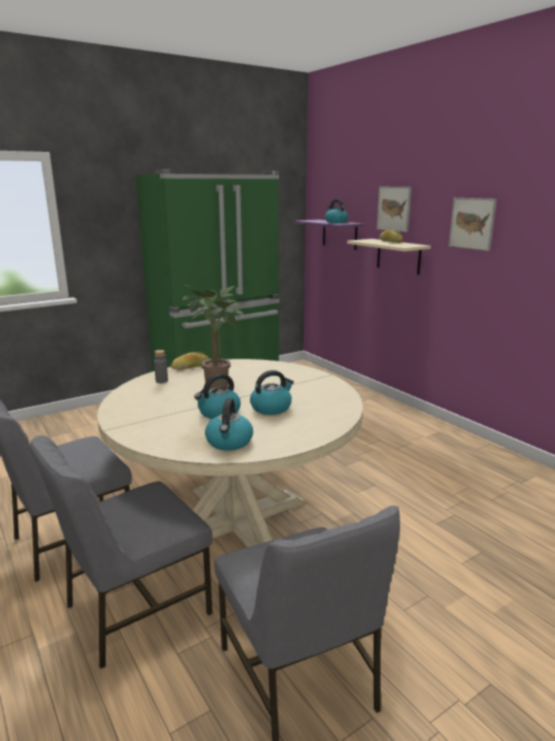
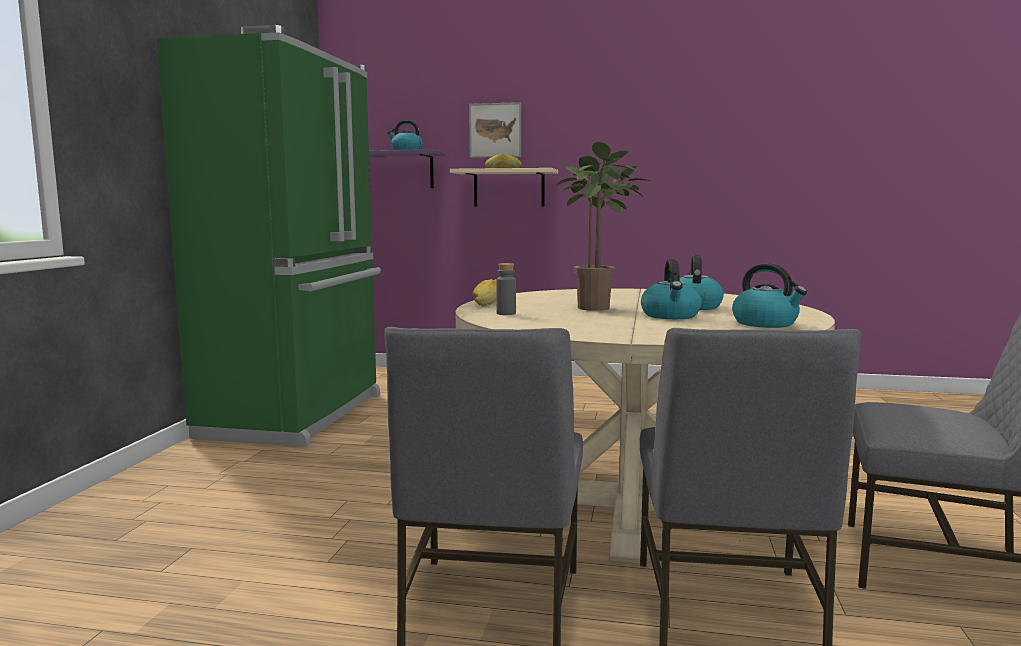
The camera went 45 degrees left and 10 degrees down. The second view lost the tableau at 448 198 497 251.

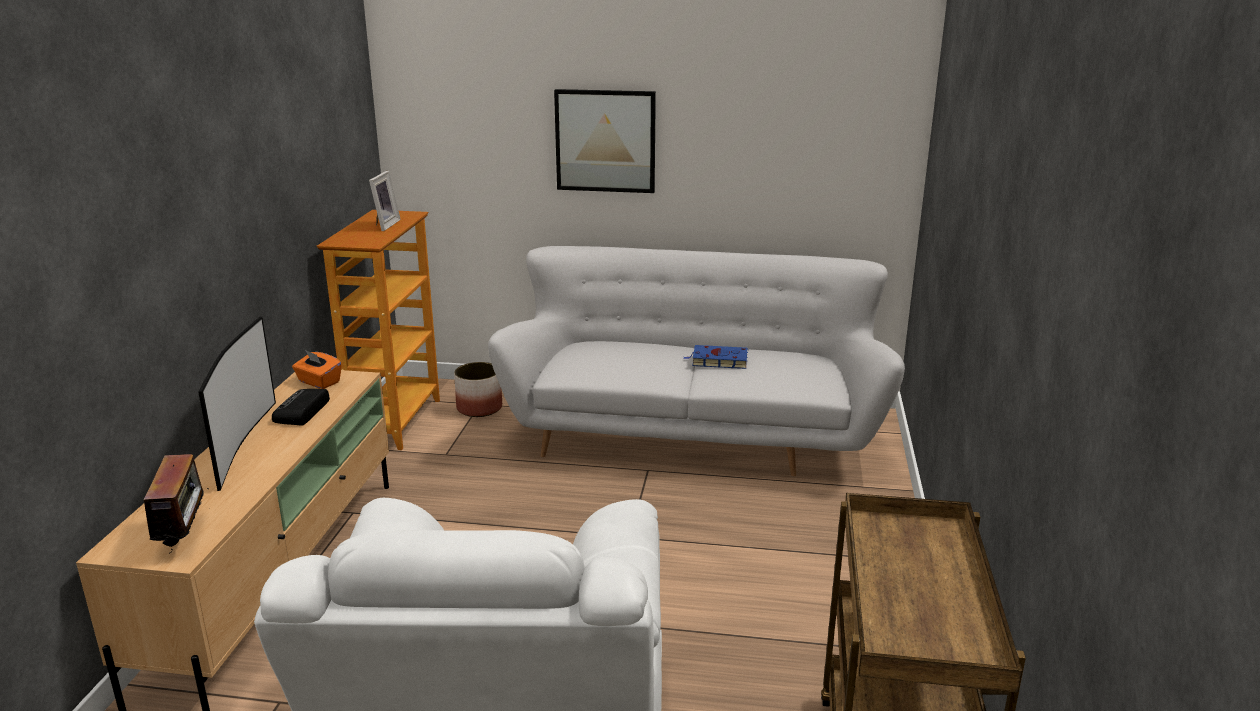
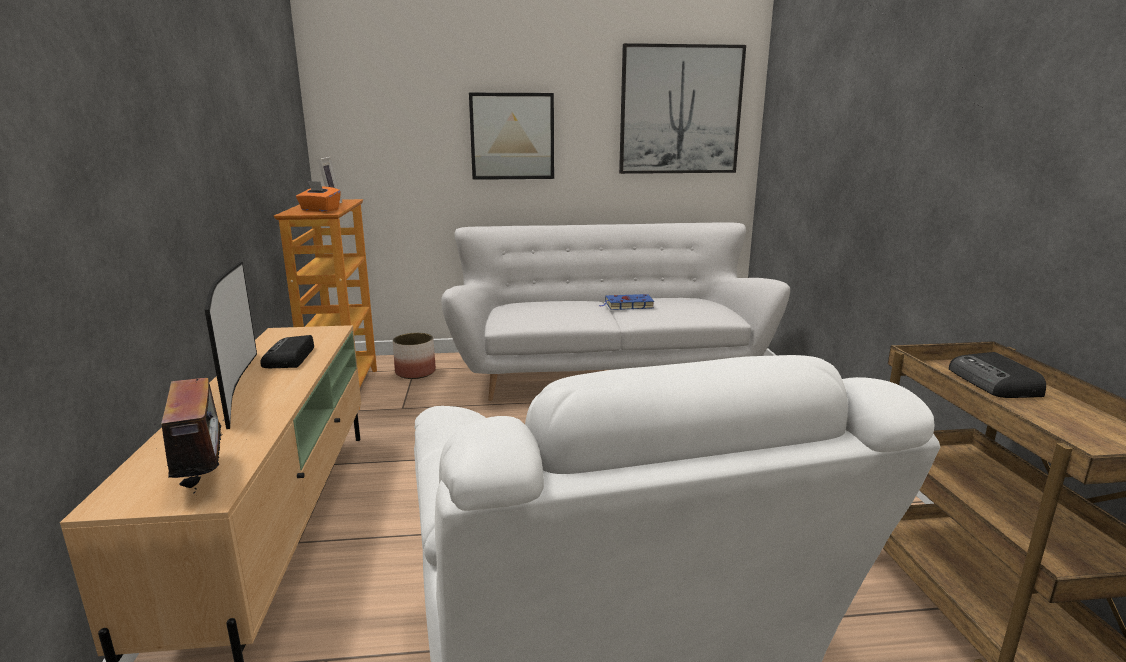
The camera went 15 degrees left and 5 degrees down. The second view gained the tableau at 619 43 746 174. The second view gained the radio at 949 352 1046 398. The boîte à mouchoirs [orange] ended up elsewhere, having gone from 292 350 342 389 to 296 181 341 212.

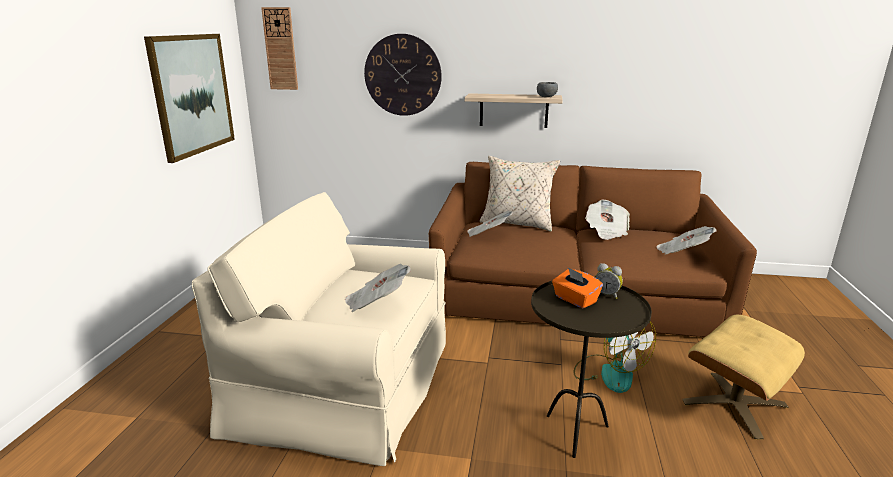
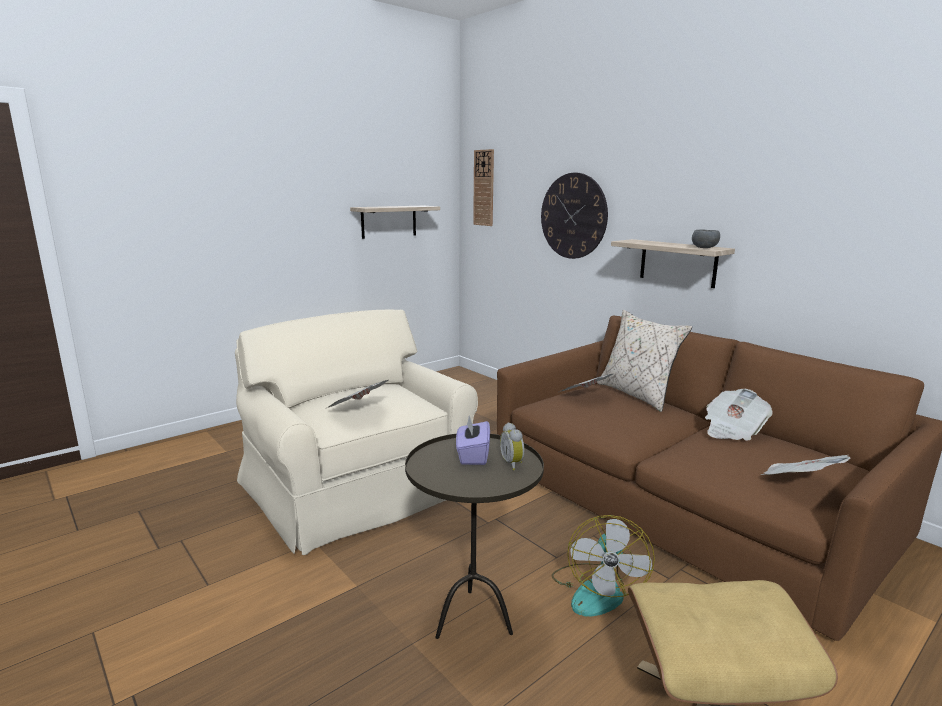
The camera went 40 degrees right and 5 degrees down. Where the tableau hung at 144 34 235 163, the étagère came to hang at 350 206 440 239. What was the boîte à mouchoirs [orange] at 552 267 603 308 turned into the boîte à mouchoirs [violet] at 456 415 490 465.

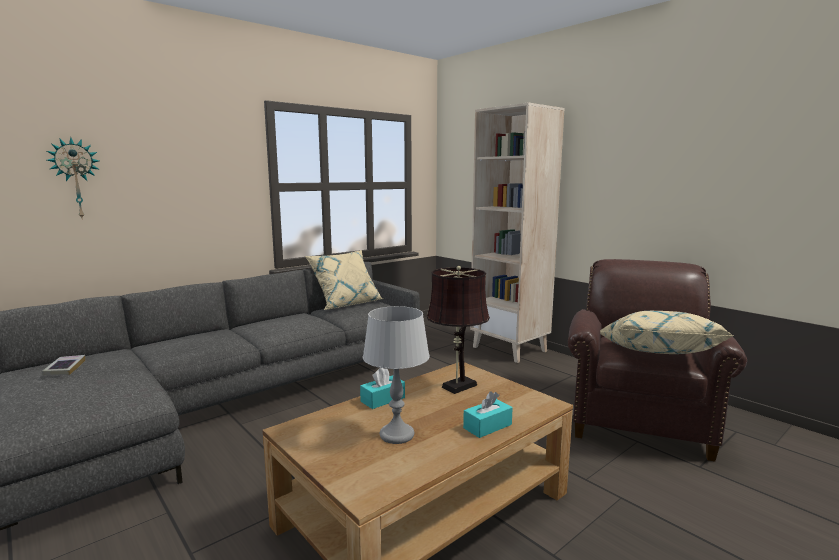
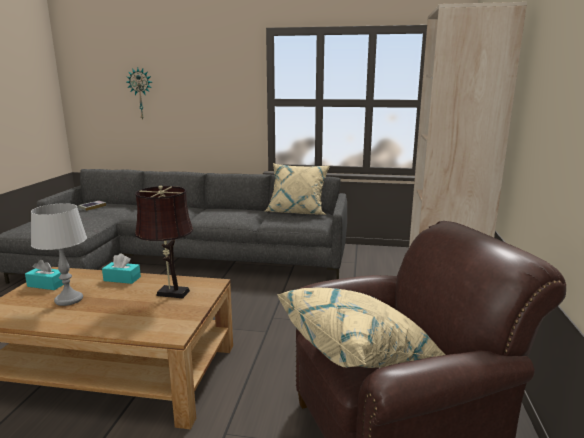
The camera went 50 degrees right and 5 degrees up. The boîte à mouchoirs [turquoise] ended up elsewhere, having gone from 463 391 513 438 to 25 260 64 290.

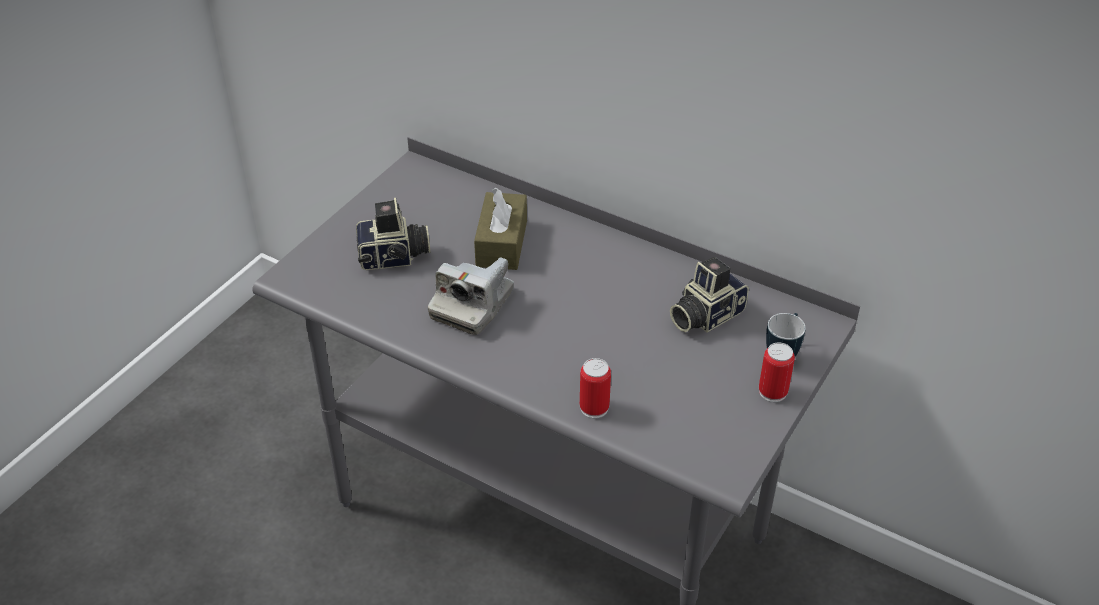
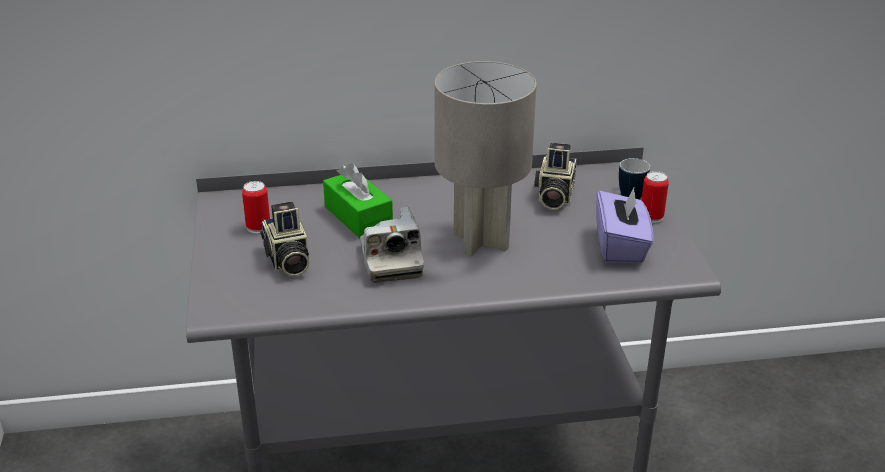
The camera went 40 degrees left and 10 degrees down. The second view gained the lampe de table [gris] at 434 61 537 257. The second view gained the boîte à mouchoirs [violet] at 596 186 653 263. The boîte métallique ended up elsewhere, having gone from 580 358 611 418 to 242 181 270 234. What was the boîte à mouchoirs [marron] at 474 188 527 270 turned into the boîte à mouchoirs [vert] at 323 163 393 238. The appareil photo at 356 198 430 270 ended up facing another way, 120 degrees clockwise from before.

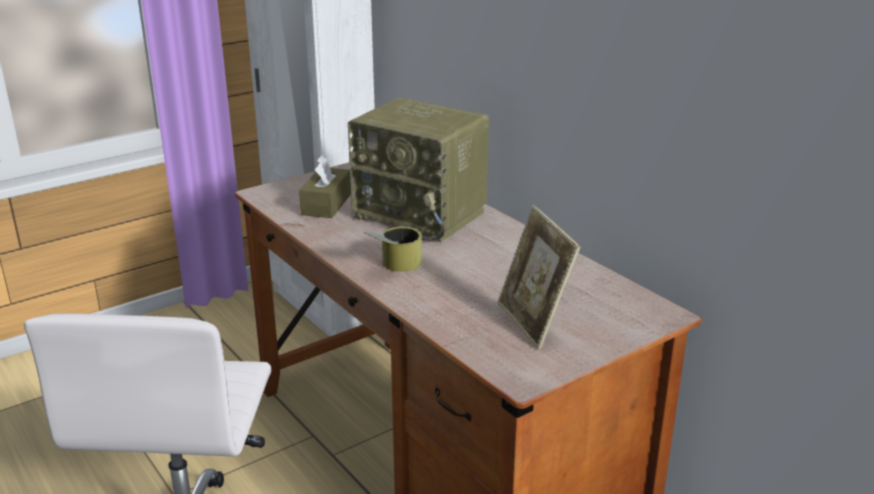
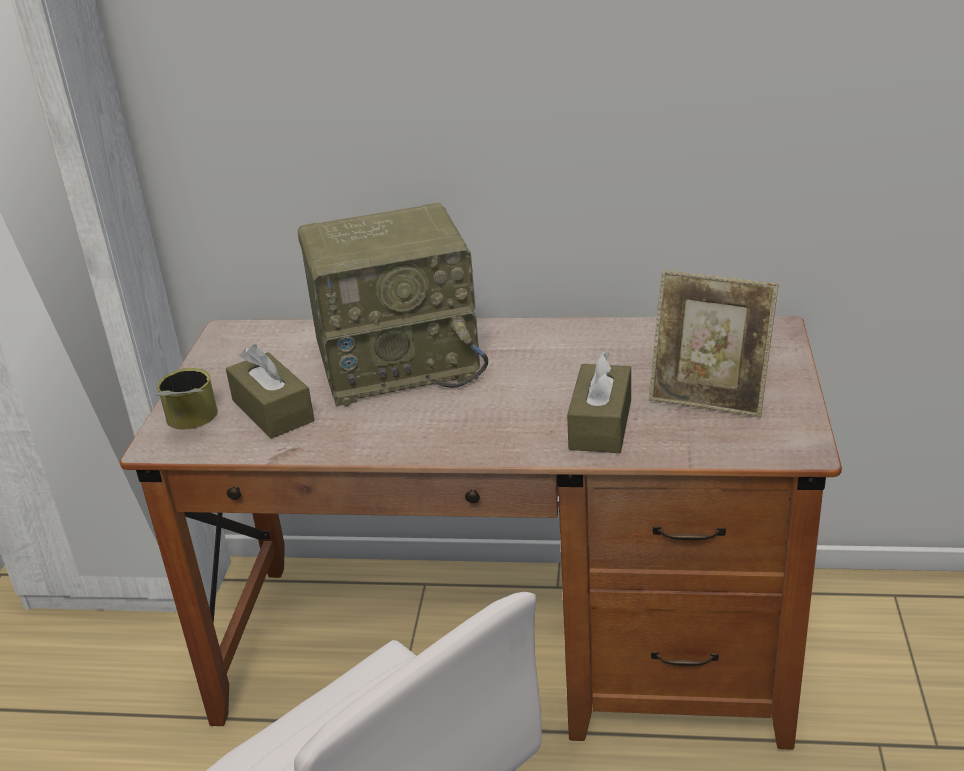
The camera went 45 degrees left and 5 degrees up. The second view gained the boîte à mouchoirs [marron] at 567 351 631 453. The boîte métallique ended up elsewhere, having gone from 364 227 422 272 to 154 368 218 429.

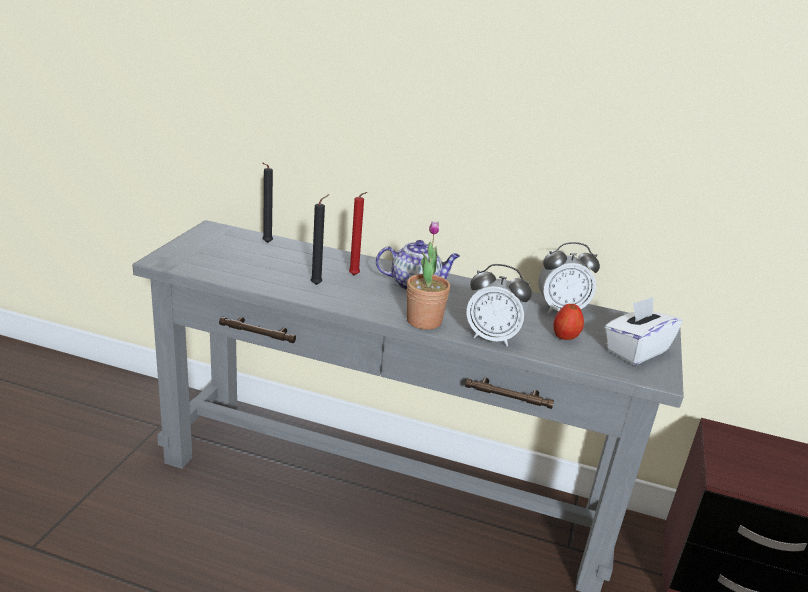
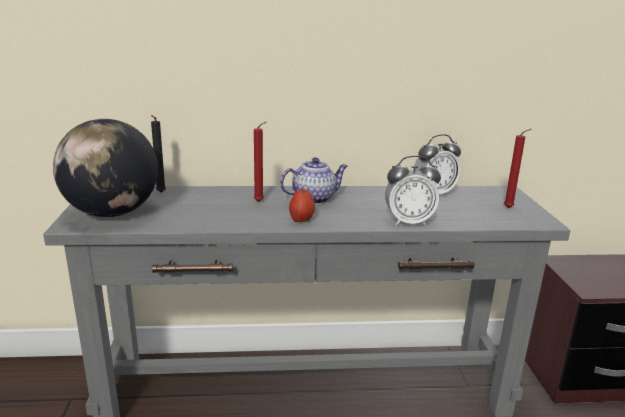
The camera went 20 degrees left and 5 degrees down. The second view lost the bougie [noir] at 311 194 329 285. The second view lost the plante en pot at 407 221 450 330. The second view gained the globe at 53 119 158 217. The pomme ended up elsewhere, having gone from 554 304 584 340 to 289 189 315 222. Where the boîte à mouchoirs [blanc] stood at 604 297 682 365, the bougie [rouge] came to stand at 504 129 532 208.

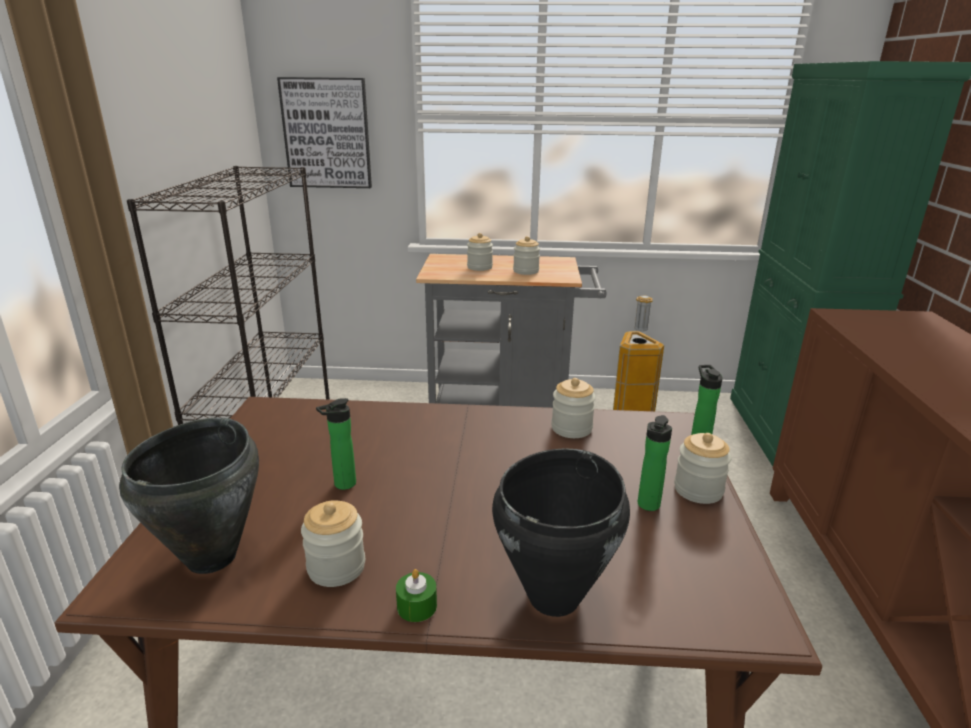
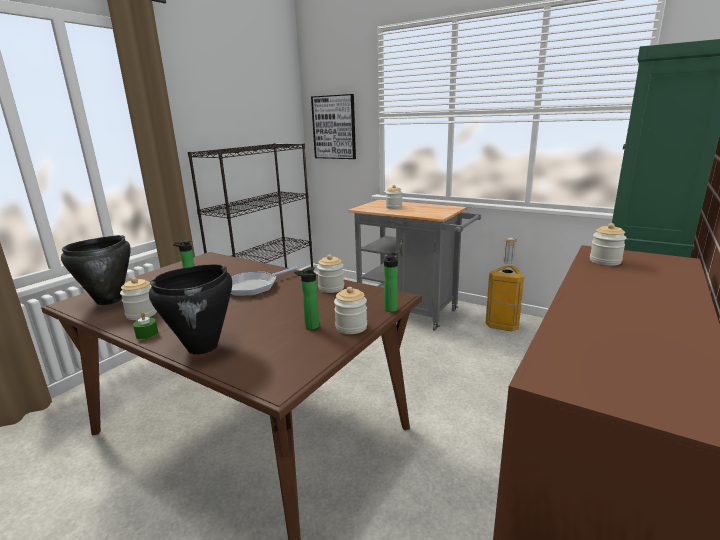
The camera went 30 degrees right and 5 degrees down. The second view gained the poêle at 231 267 298 296. The bocal ended up elsewhere, having gone from 513 236 540 275 to 590 223 627 266.

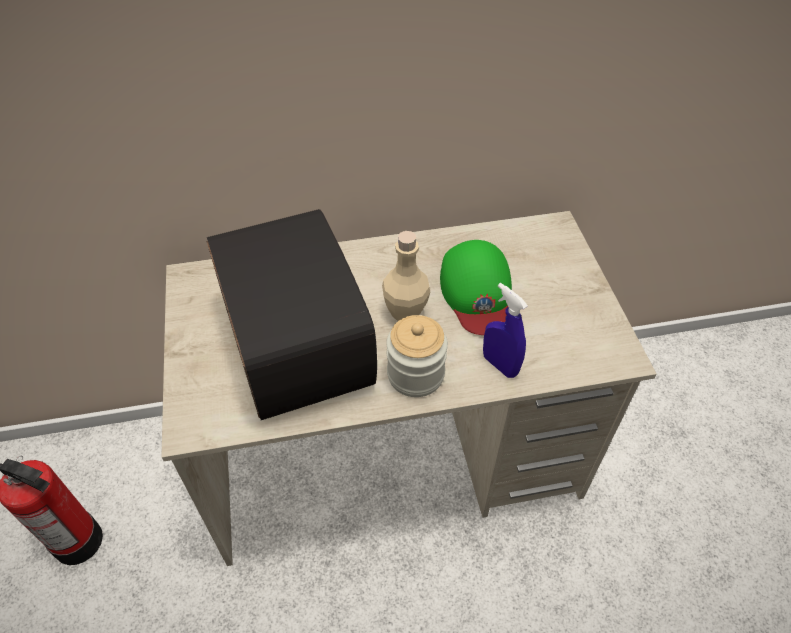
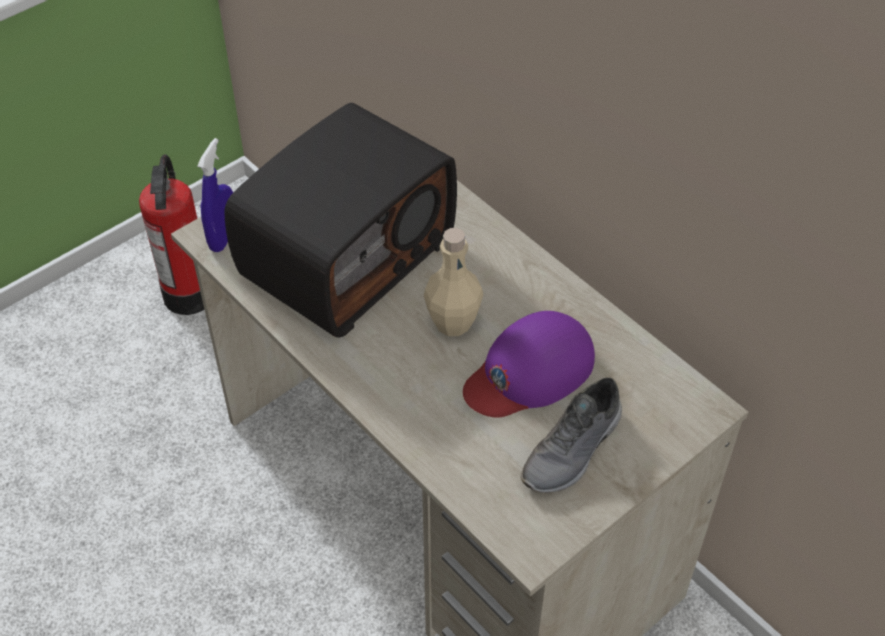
The camera went 60 degrees right and 0 degrees up. The second view lost the bocal at 386 315 448 397. The second view gained the chaussure [gris] at 521 378 622 493. The vaporisateur [bleu] ended up elsewhere, having gone from 483 283 528 378 to 197 138 233 252. What was the casquette [vert] at 440 240 512 335 turned into the casquette [violet] at 463 311 595 418.

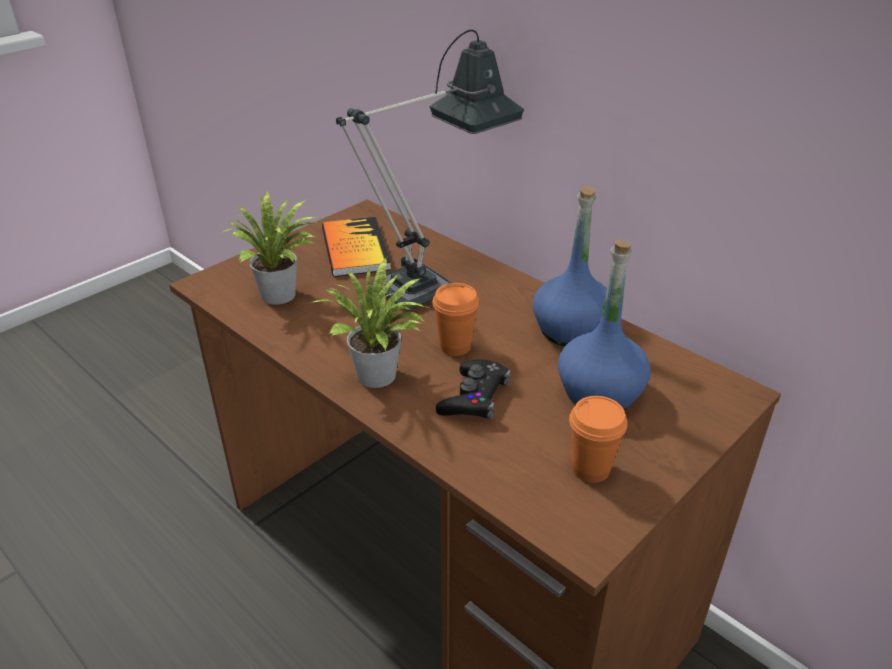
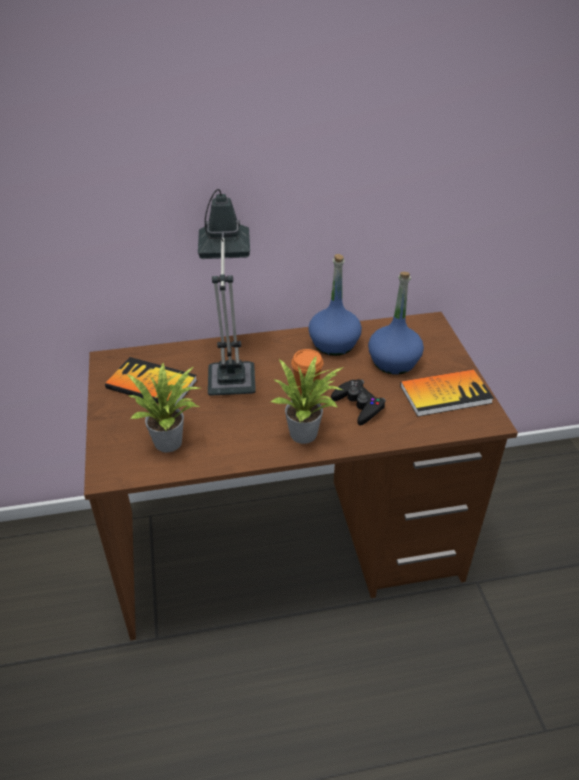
The camera went 55 degrees left and 5 degrees up. Where the tasse [orange] stood at 569 396 627 483, the livre came to stand at 400 369 494 417.

